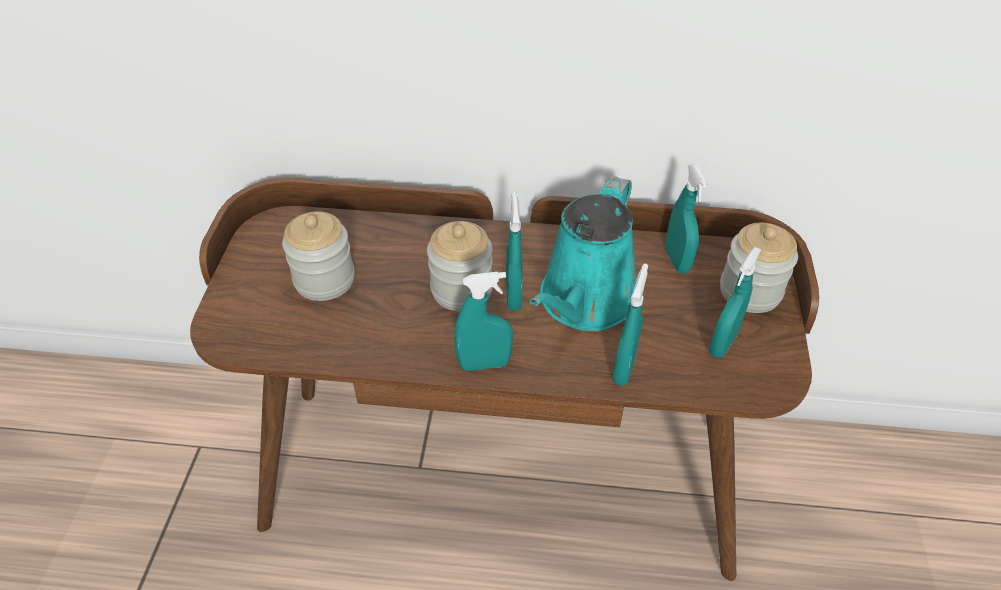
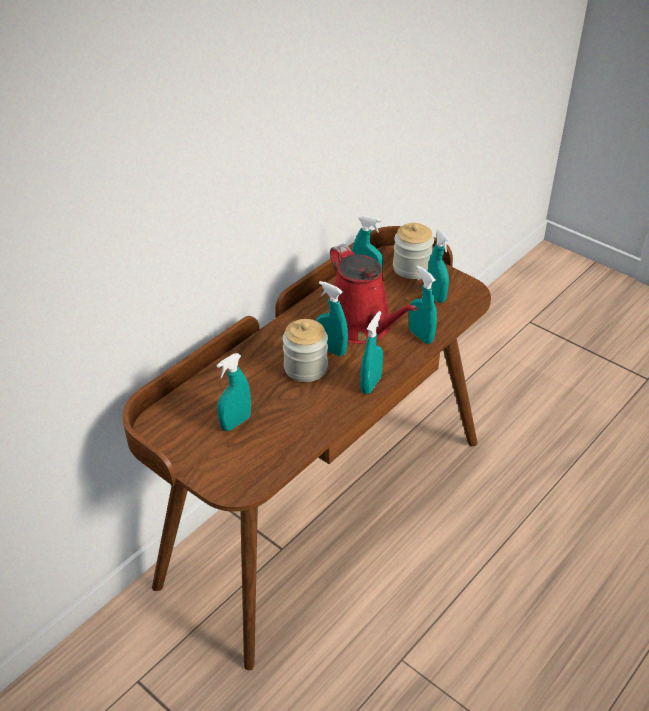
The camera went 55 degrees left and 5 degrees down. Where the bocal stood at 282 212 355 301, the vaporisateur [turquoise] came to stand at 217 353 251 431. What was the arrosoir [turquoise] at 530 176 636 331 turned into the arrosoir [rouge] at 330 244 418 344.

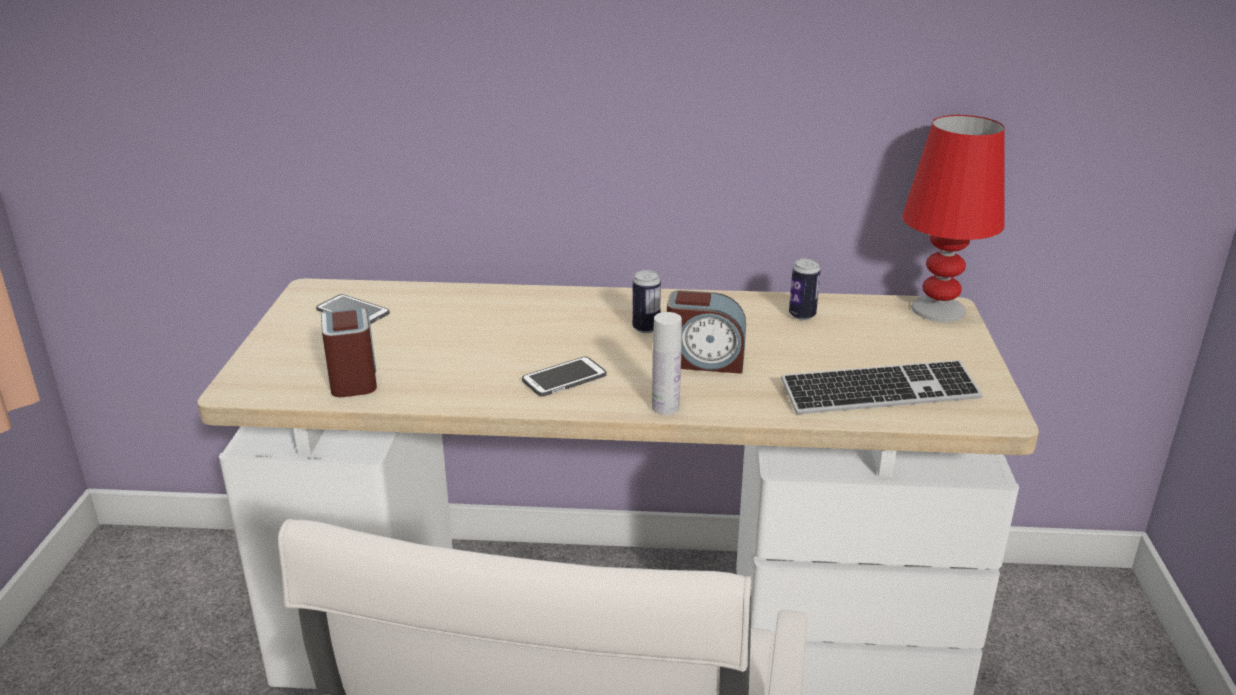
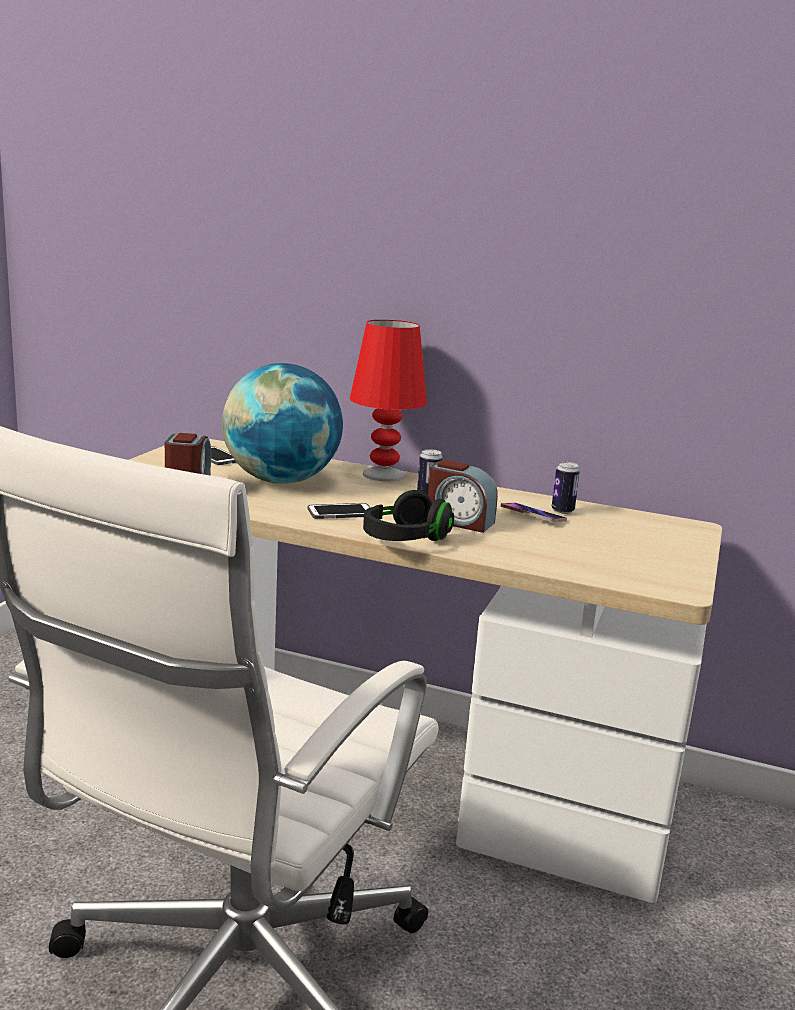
The camera went 15 degrees right and 10 degrees down. The second view lost the clavier at 781 360 983 414. The second view gained the globe at 222 363 343 484. The second view gained the téléphone at 501 503 567 522. The lampe de table [rouge] ended up elsewhere, having gone from 902 115 1005 322 to 350 320 427 482. Where the bouteille [blanc] stood at 652 312 682 415, the casque audio [noir] came to stand at 363 490 454 541.

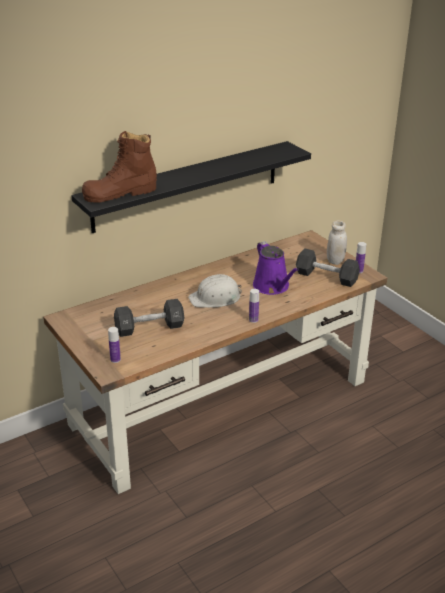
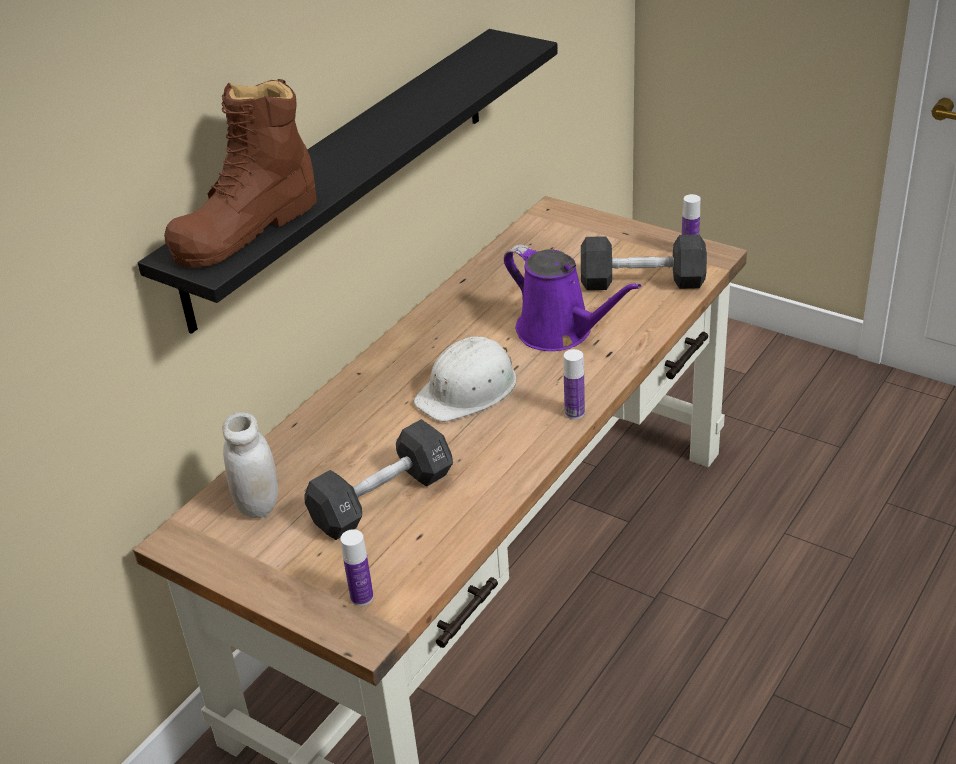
The camera went 20 degrees left and 5 degrees up. The bocal [blanc] ended up elsewhere, having gone from 327 220 347 265 to 223 412 278 518.

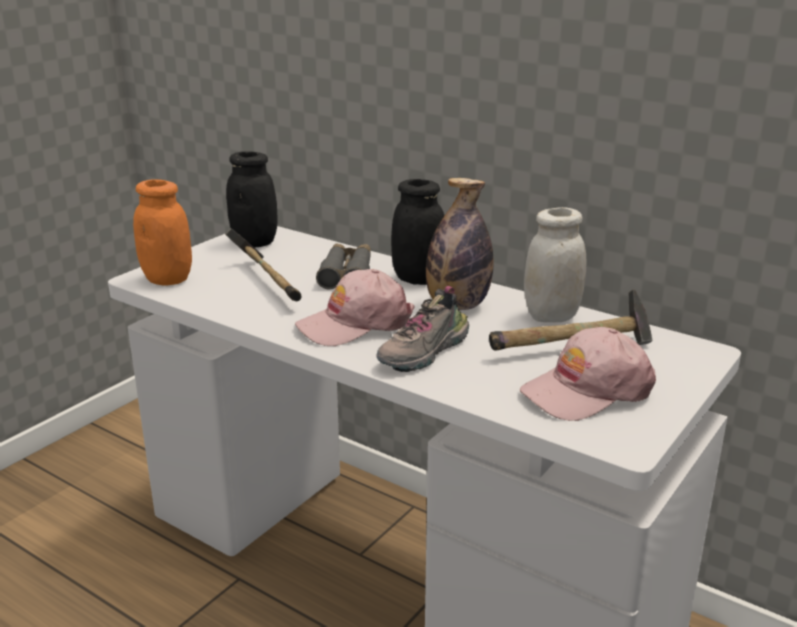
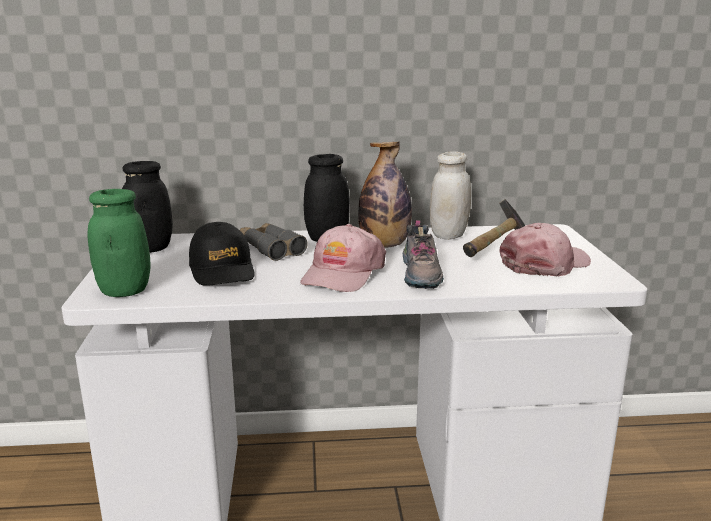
The camera went 40 degrees left and 5 degrees down. Where the marteau stood at 225 228 302 301, the casquette [noir] came to stand at 189 222 255 286. What was the bocal [orange] at 133 179 192 285 turned into the bocal [vert] at 88 189 151 297. The casquette [rose] at 519 327 656 421 ended up facing another way, 150 degrees counterclockwise from before.

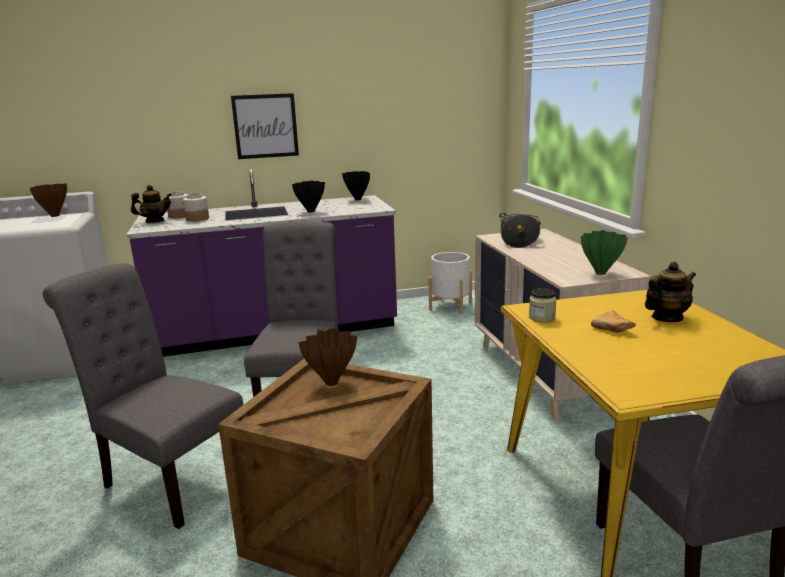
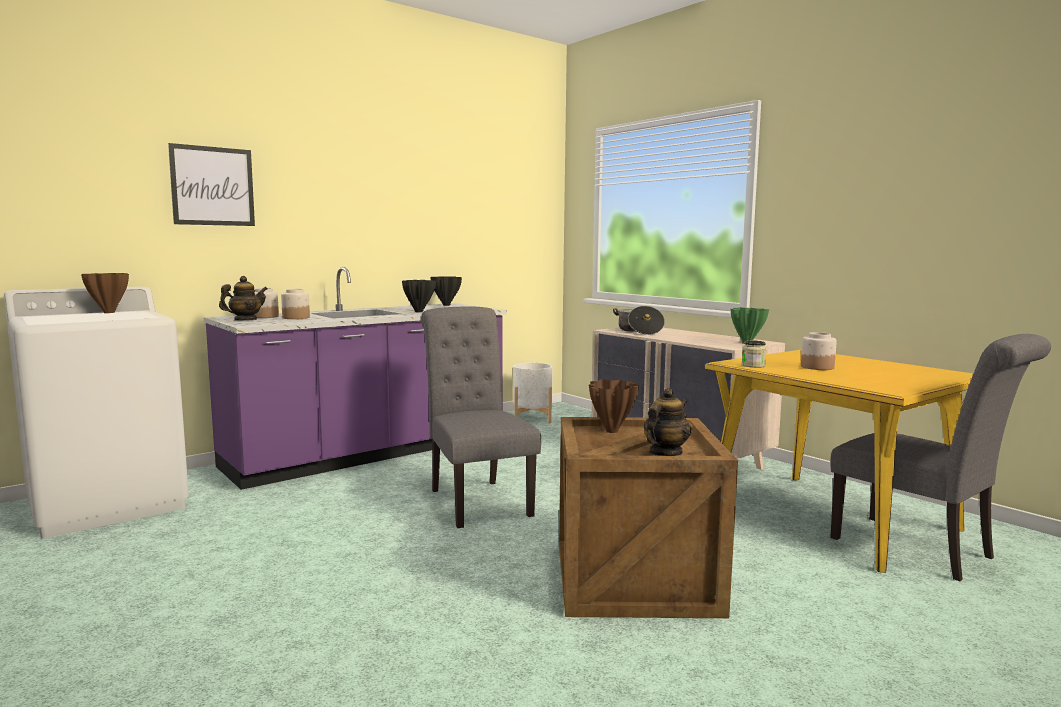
The camera went 25 degrees left and 10 degrees down. The second view lost the chaise [gris] at 43 263 243 529. The tableau ended up elsewhere, having gone from 231 93 299 159 to 168 143 255 226. The théière ended up elsewhere, having gone from 645 262 696 322 to 644 388 691 456. Where the pain stood at 591 310 636 333, the bocal came to stand at 801 332 837 370.

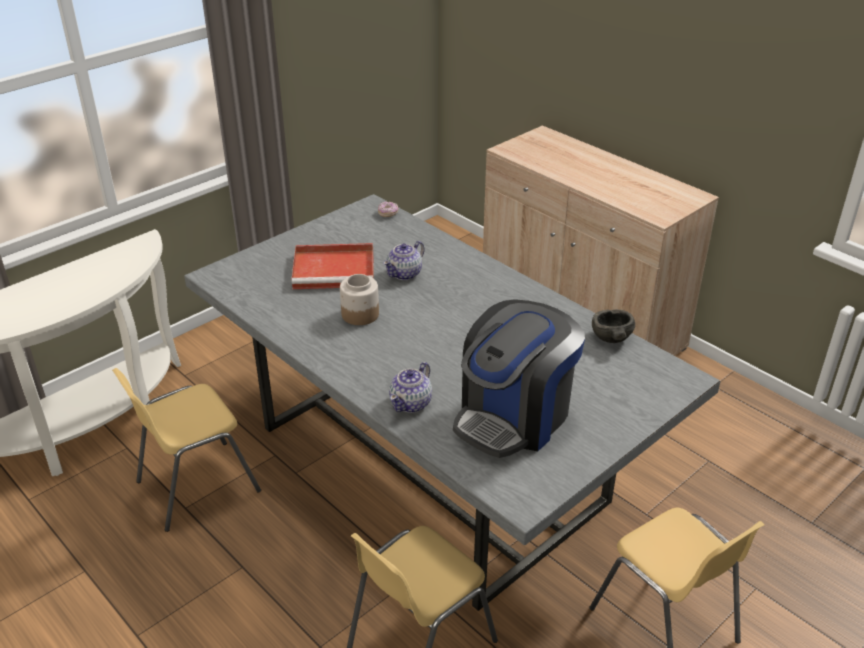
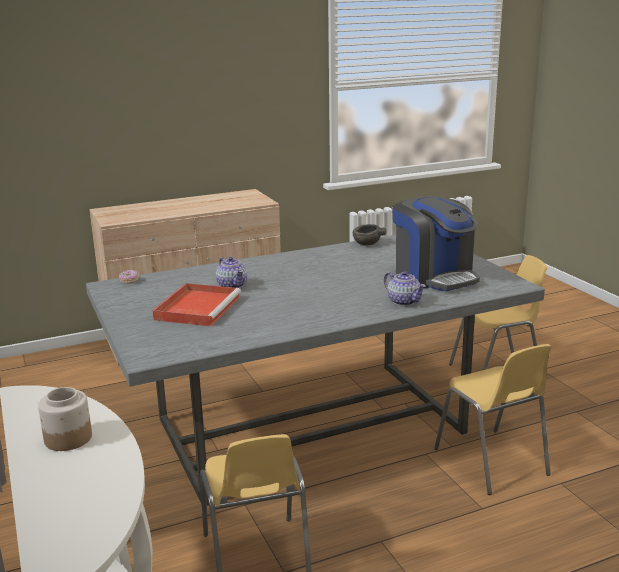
The camera went 70 degrees left and 15 degrees down. The bocal ended up elsewhere, having gone from 340 274 379 325 to 38 387 92 451.

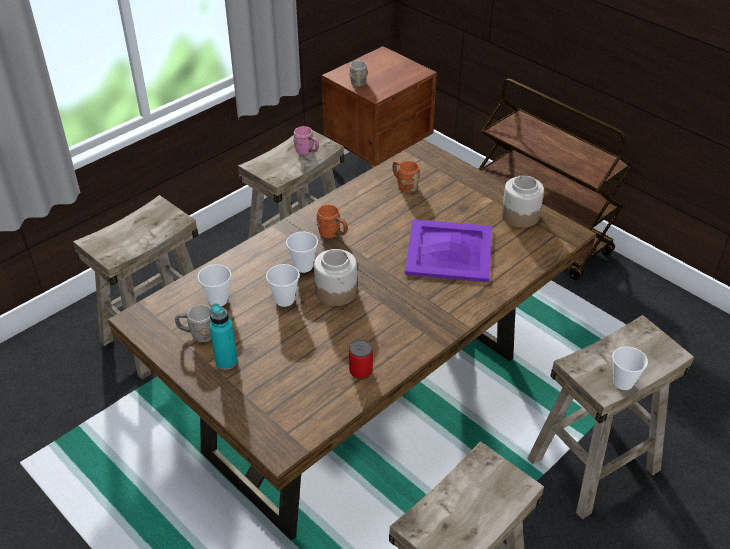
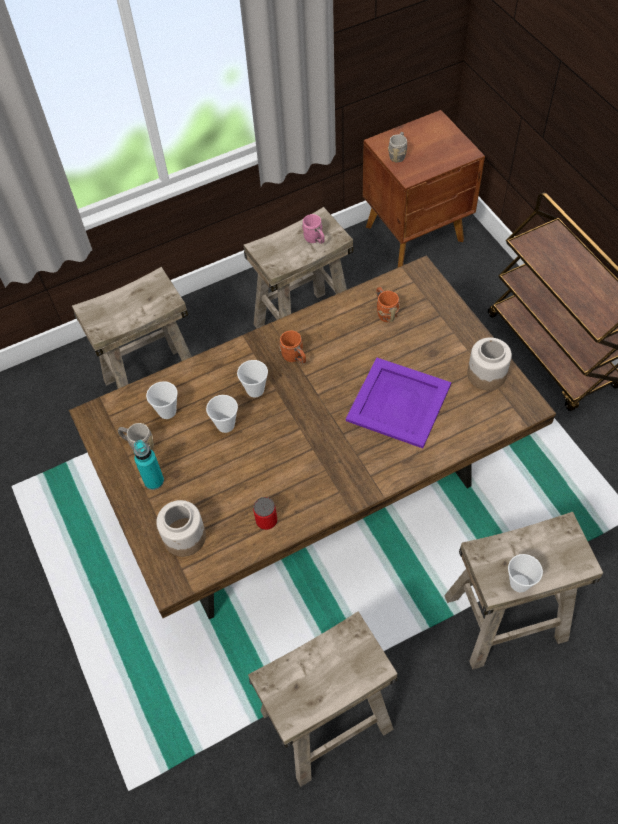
The camera went 20 degrees right and 15 degrees up. The bocal ended up elsewhere, having gone from 314 249 357 306 to 156 500 206 557.

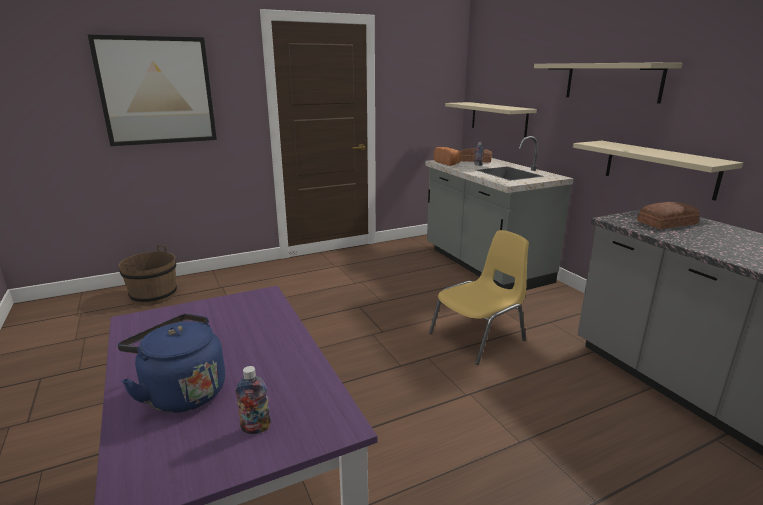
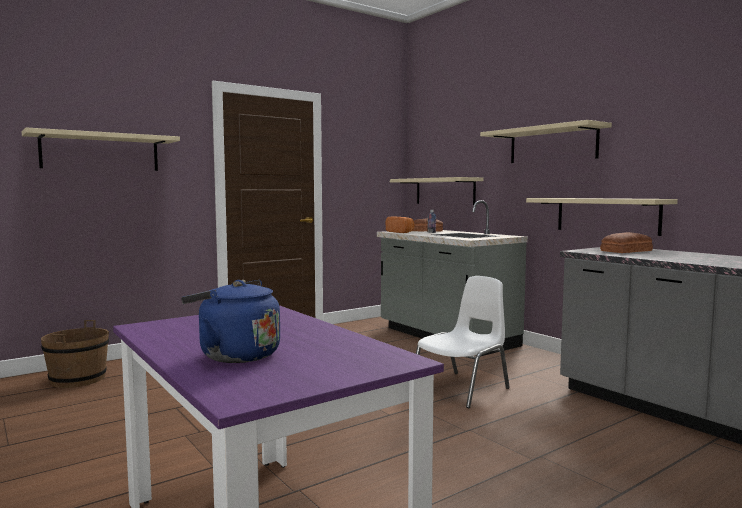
The camera went 10 degrees left and 15 degrees down. The second view lost the bouteille at 235 366 271 434. Where the tableau hung at 88 34 217 146, the étagère [beige] came to hang at 22 127 180 171. What was the chaise [jaune] at 429 230 529 365 turned into the chaise [blanc] at 416 276 510 408.

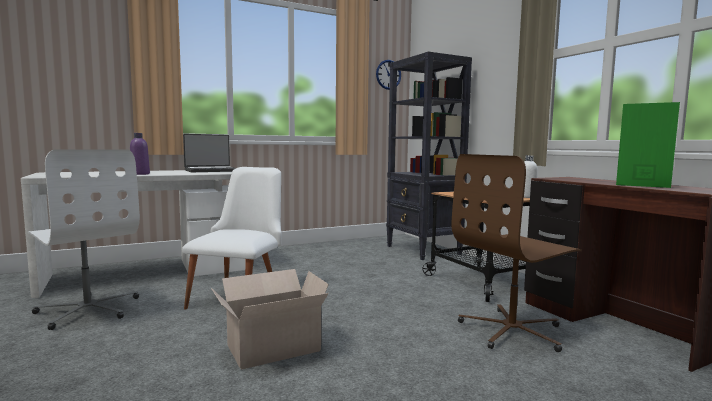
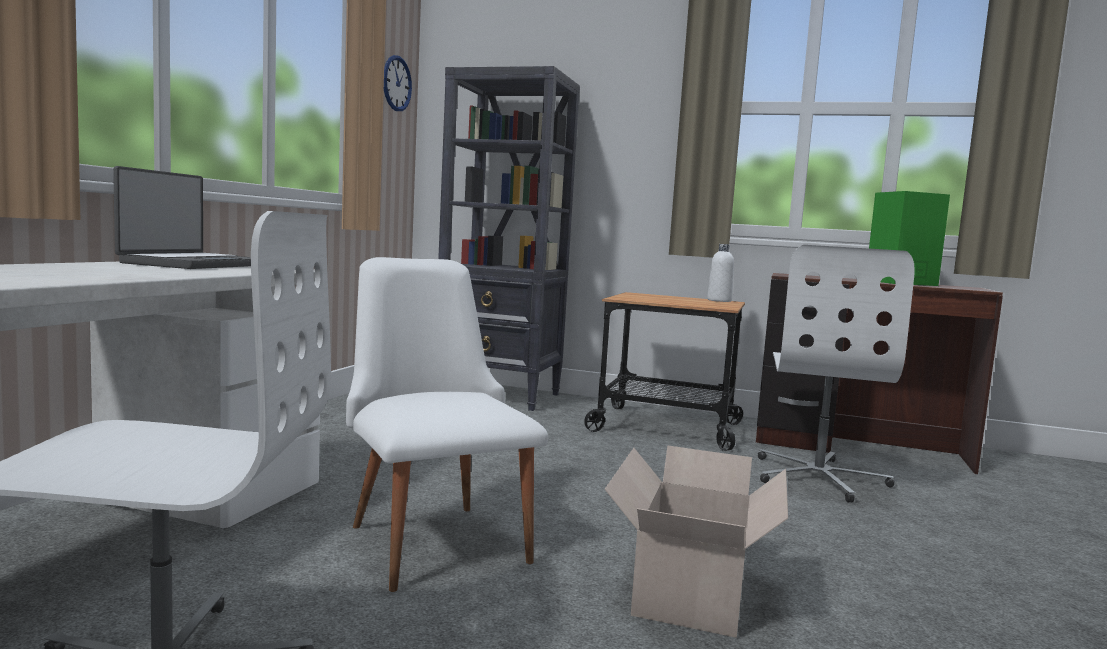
The camera went 45 degrees left and 0 degrees up. The second view lost the bouteille [violet] at 130 133 150 175. What was the chaise de bureau [marron] at 451 154 582 352 turned into the chaise de bureau [blanc] at 758 245 915 503.

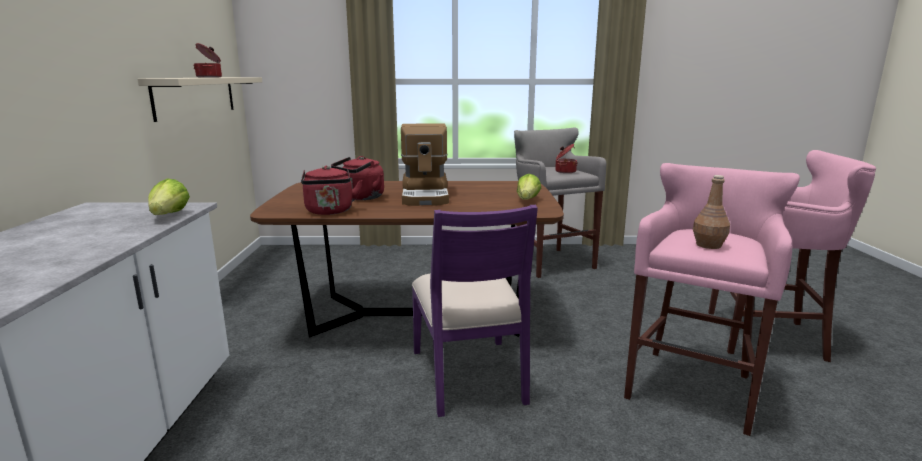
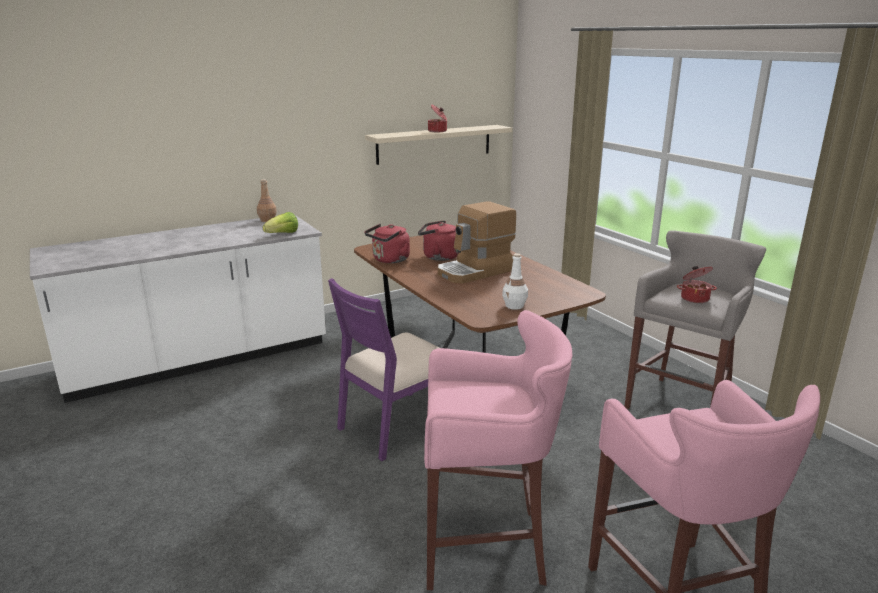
The camera went 60 degrees right and 5 degrees up. The bouteille [marron] ended up elsewhere, having gone from 693 175 730 249 to 257 179 277 222. Where the laitue stood at 517 174 541 200, the bouteille [blanc] came to stand at 502 253 528 310.

